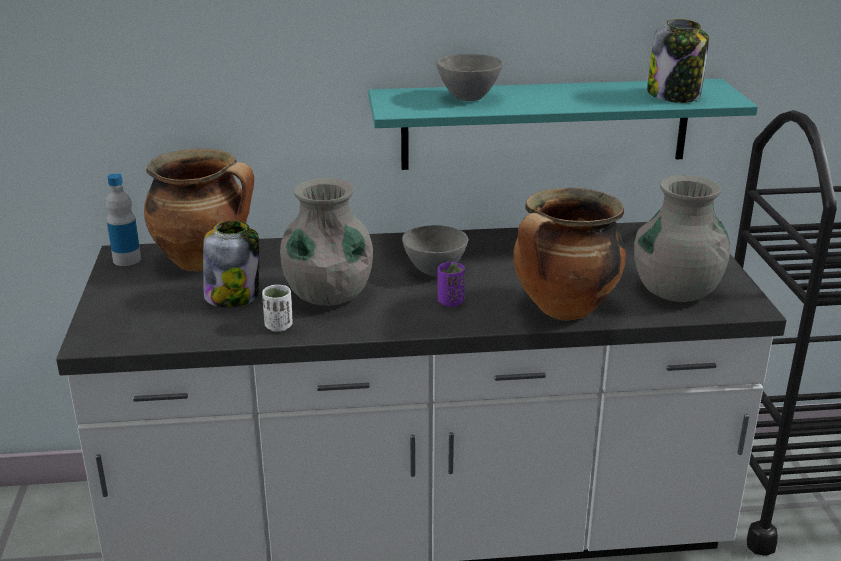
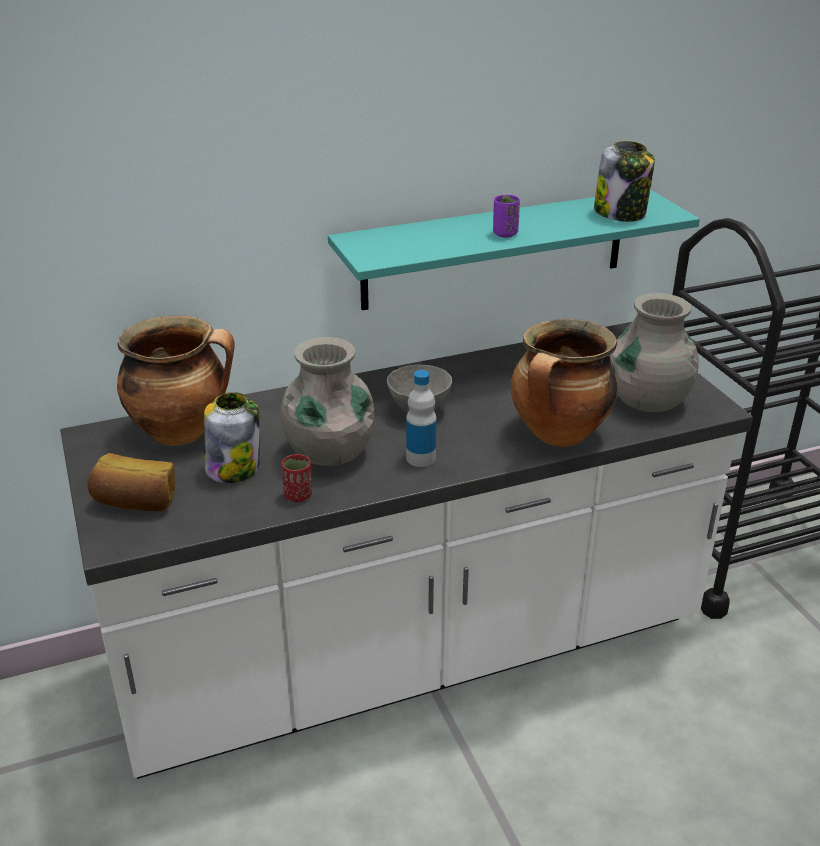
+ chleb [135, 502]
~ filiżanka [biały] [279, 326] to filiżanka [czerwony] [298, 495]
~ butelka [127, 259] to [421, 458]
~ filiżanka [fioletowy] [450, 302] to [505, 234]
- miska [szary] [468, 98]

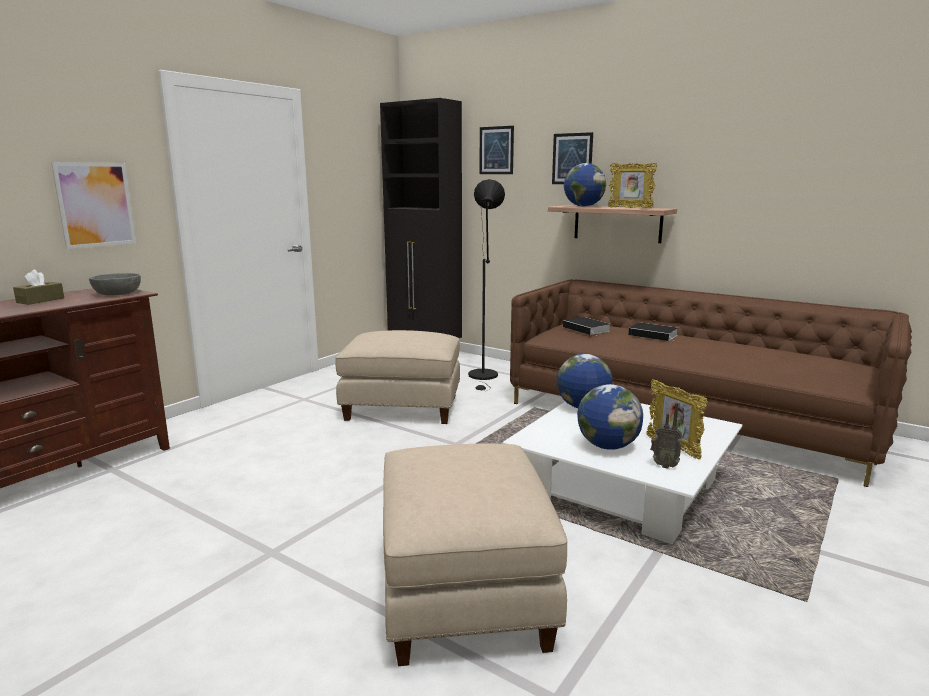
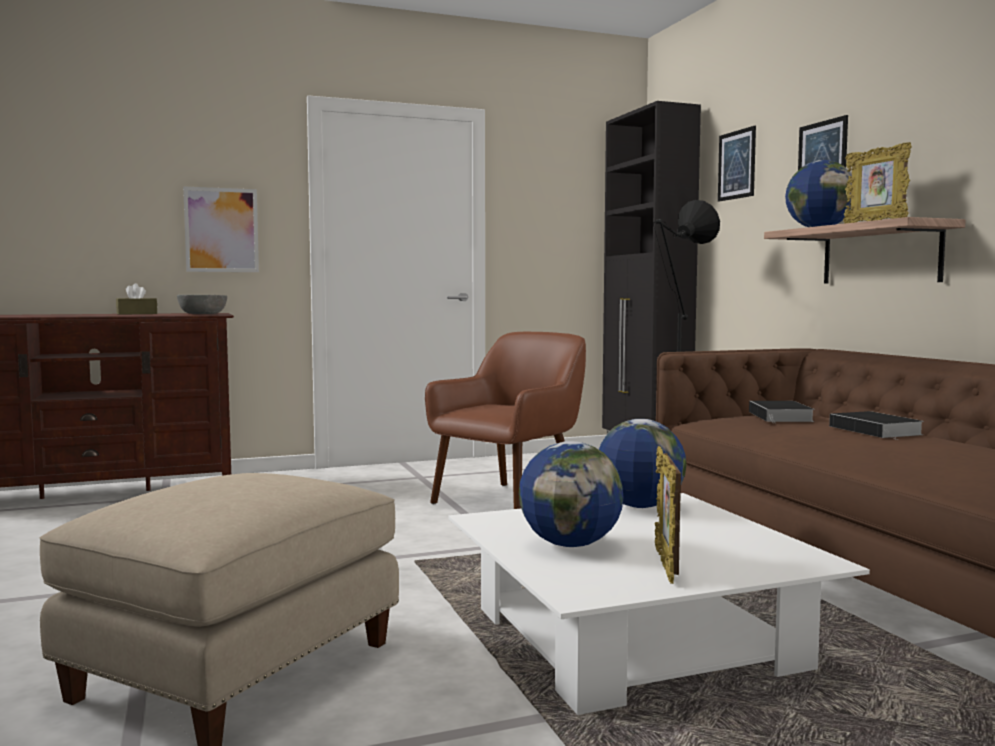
~ pufa [beżowy] [403, 407] to fotel [brązowy] [510, 501]
- radio [664, 465]

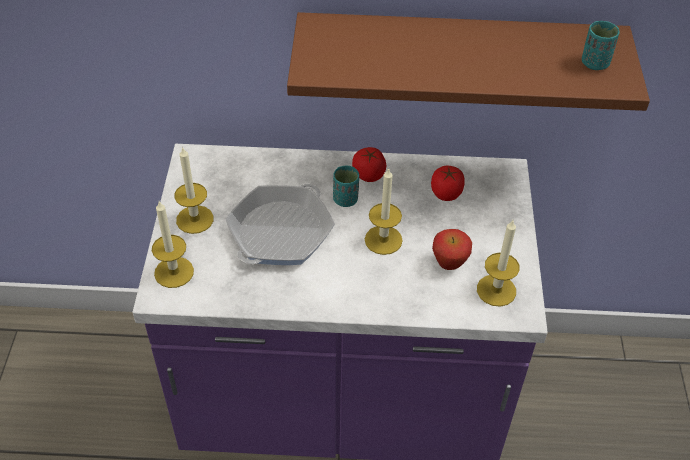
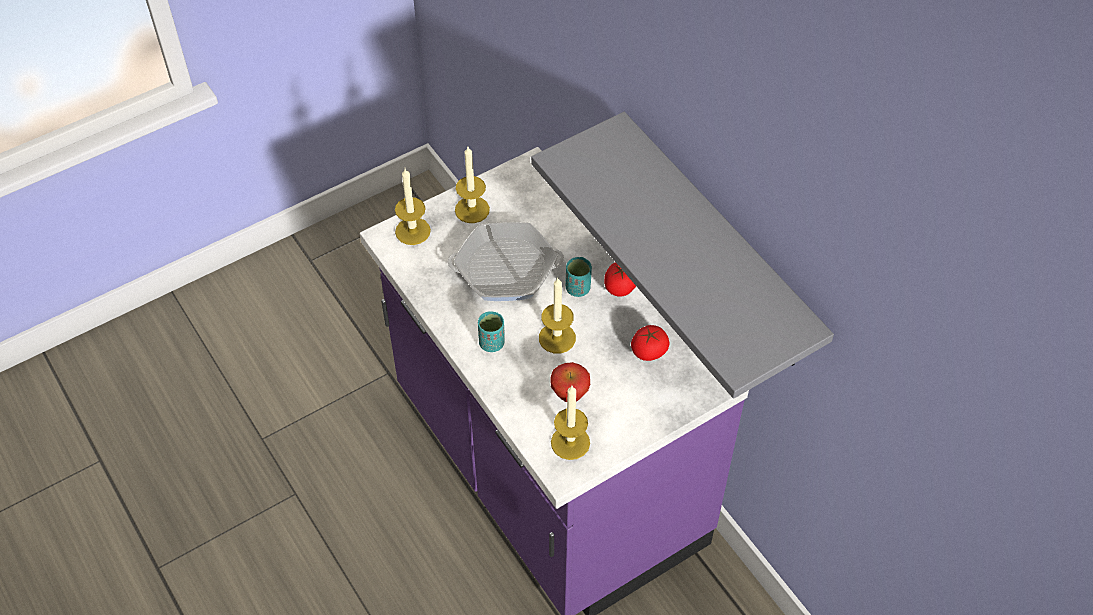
~ filiżanka [turkusowy] [595, 63] to [492, 343]
~ półka [brązowy] [457, 56] to półka [szary] [718, 246]

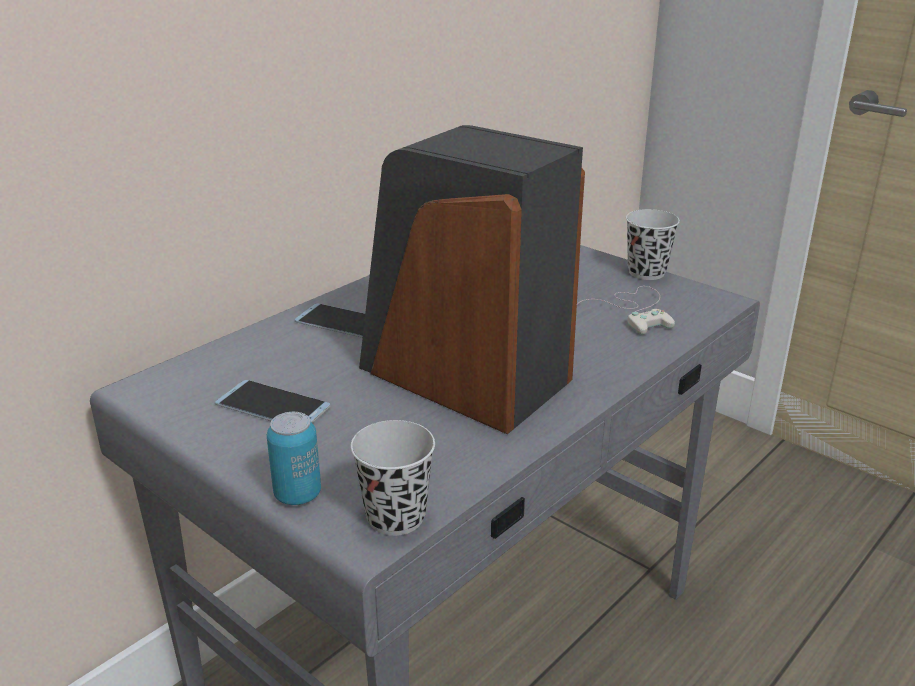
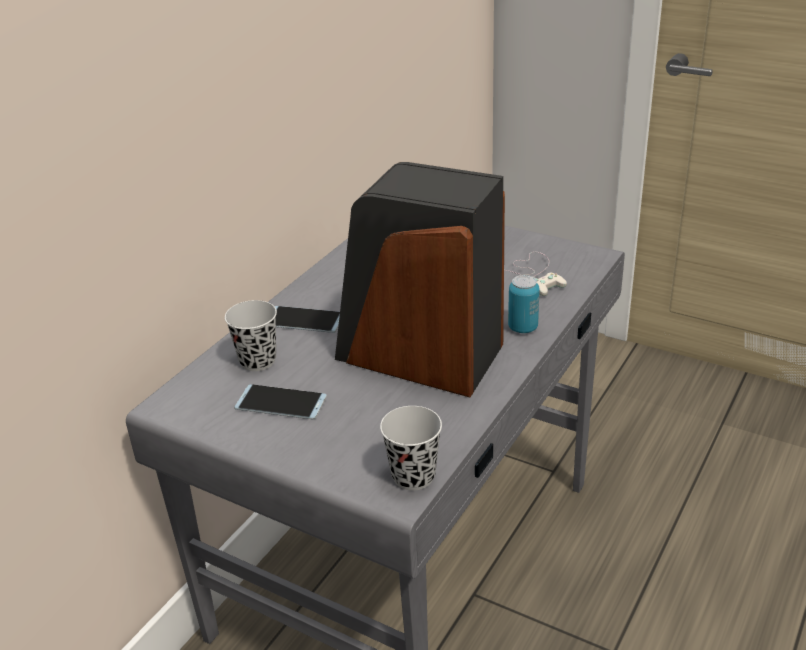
~ filiżanka [czarny] [646, 272] to [258, 361]
~ puszka [297, 495] to [523, 328]

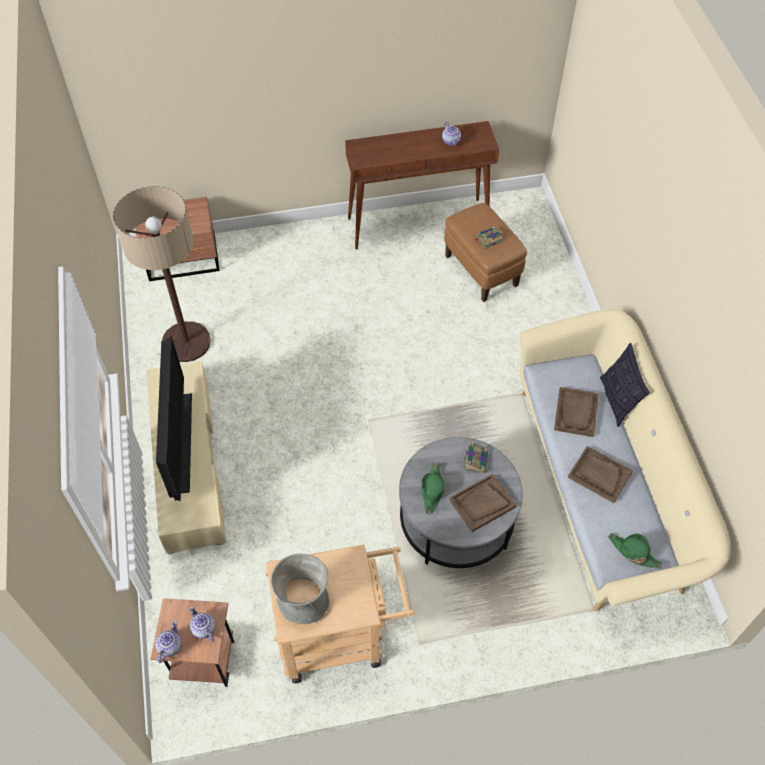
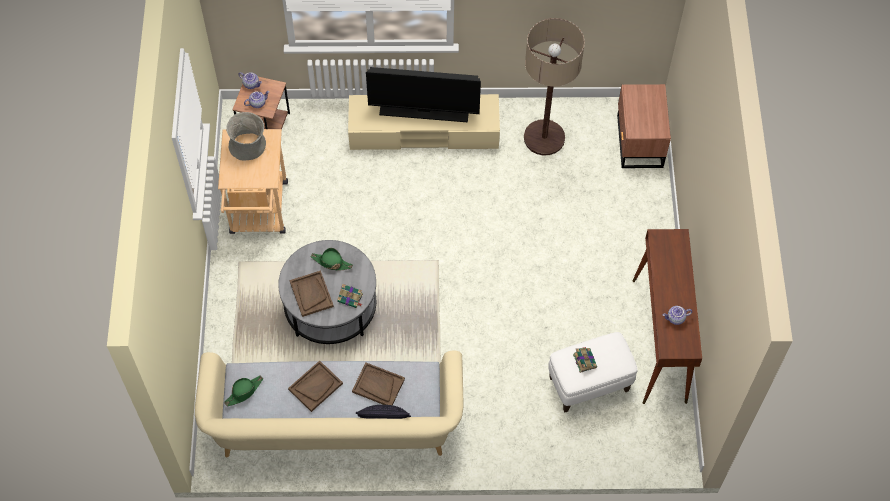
~ pufa [brązowy] [481, 270] to pufa [biały] [589, 384]

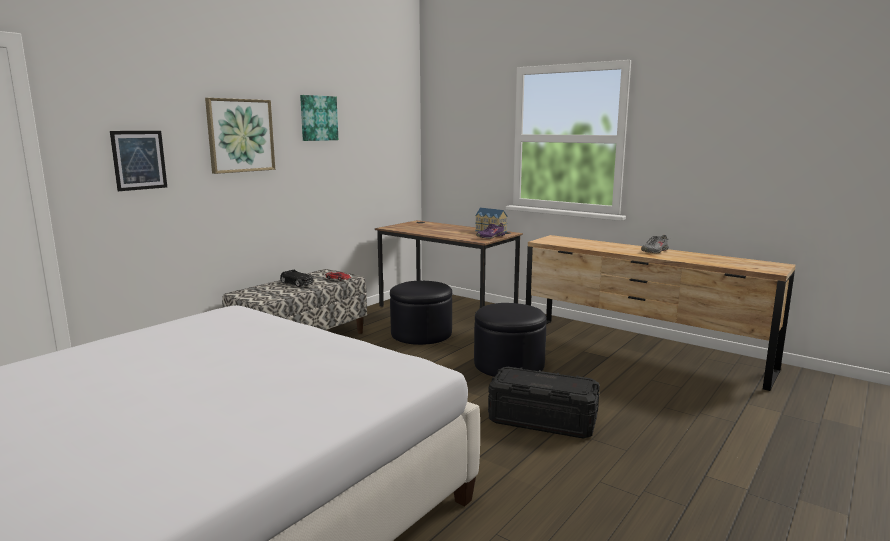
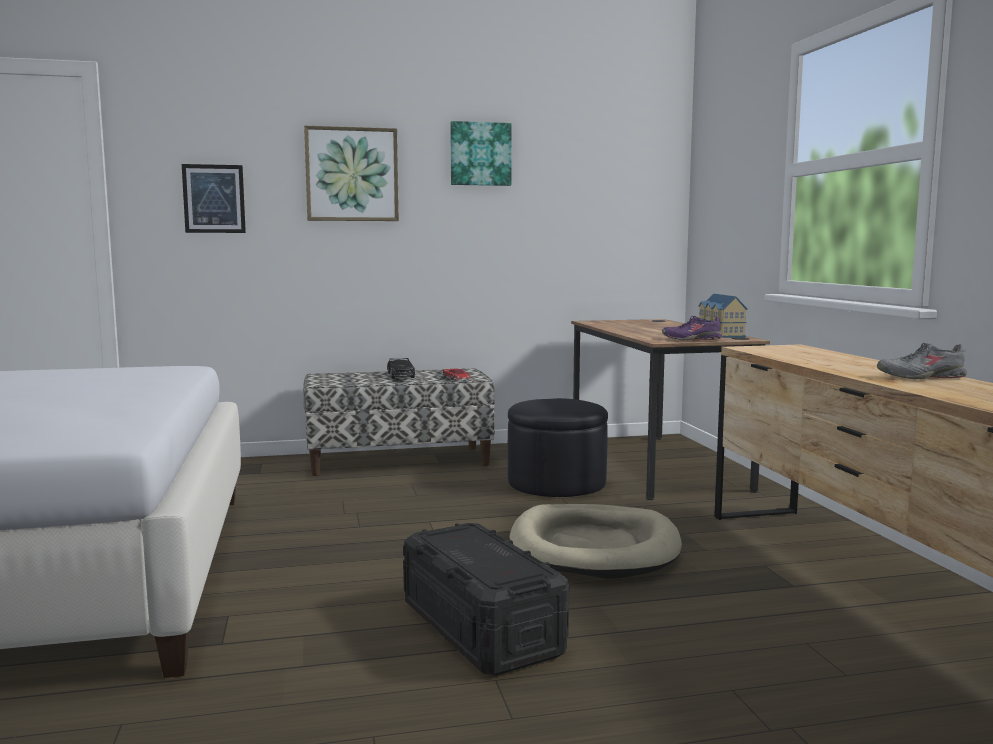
~ pufa [czarny] [509, 364] to legowisko [beżowy] [594, 547]

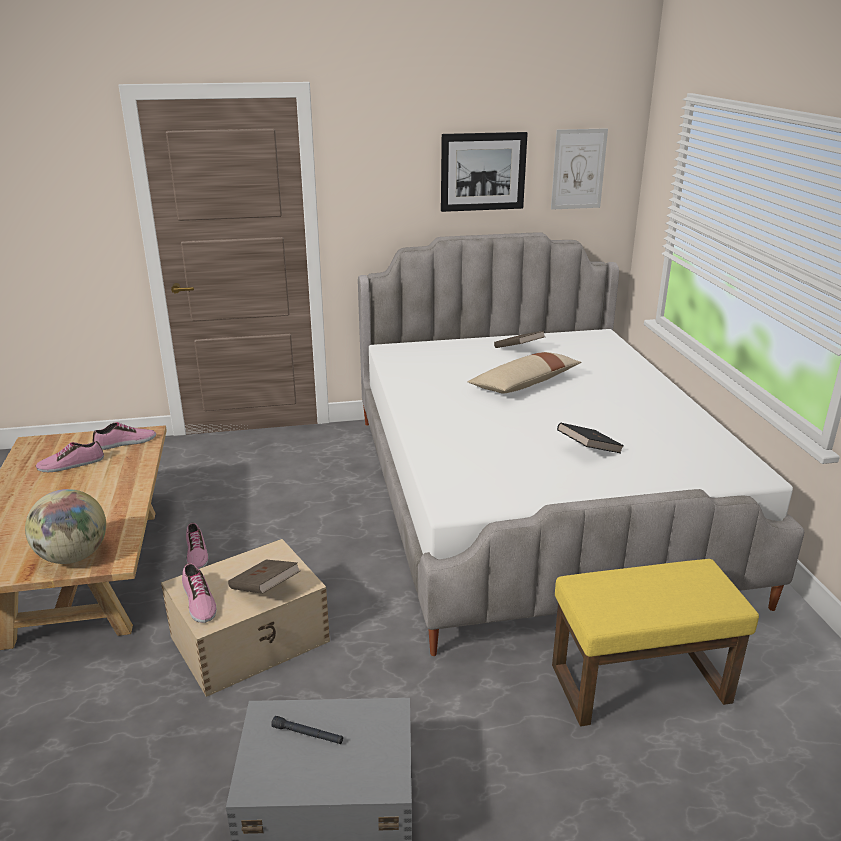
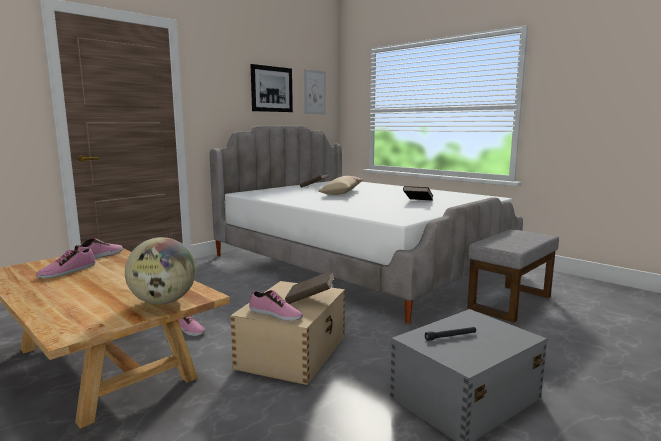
~ pufa [żółty] [641, 682] to pufa [szary] [509, 302]

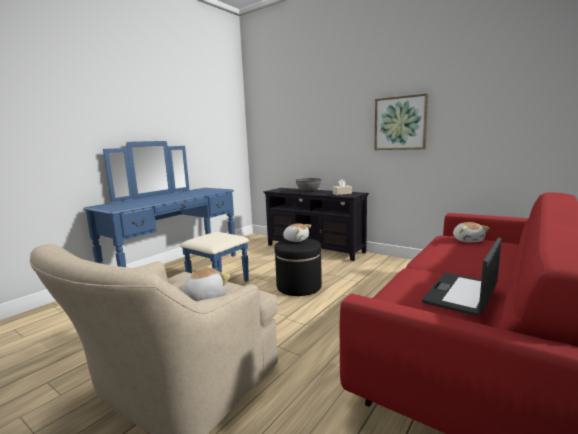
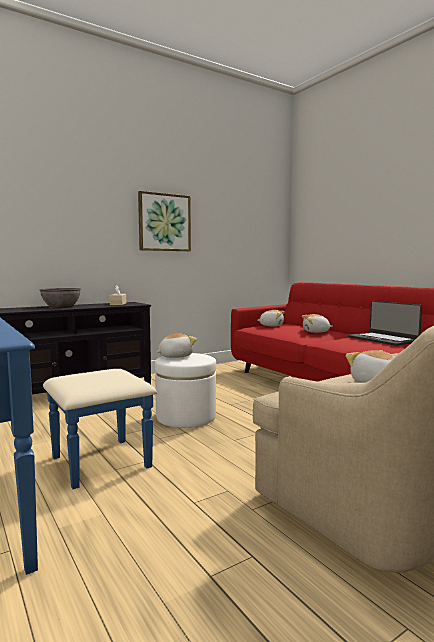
~ pufa [czarny] [299, 286] to pufa [biały] [186, 417]
+ pluszak [316, 332]

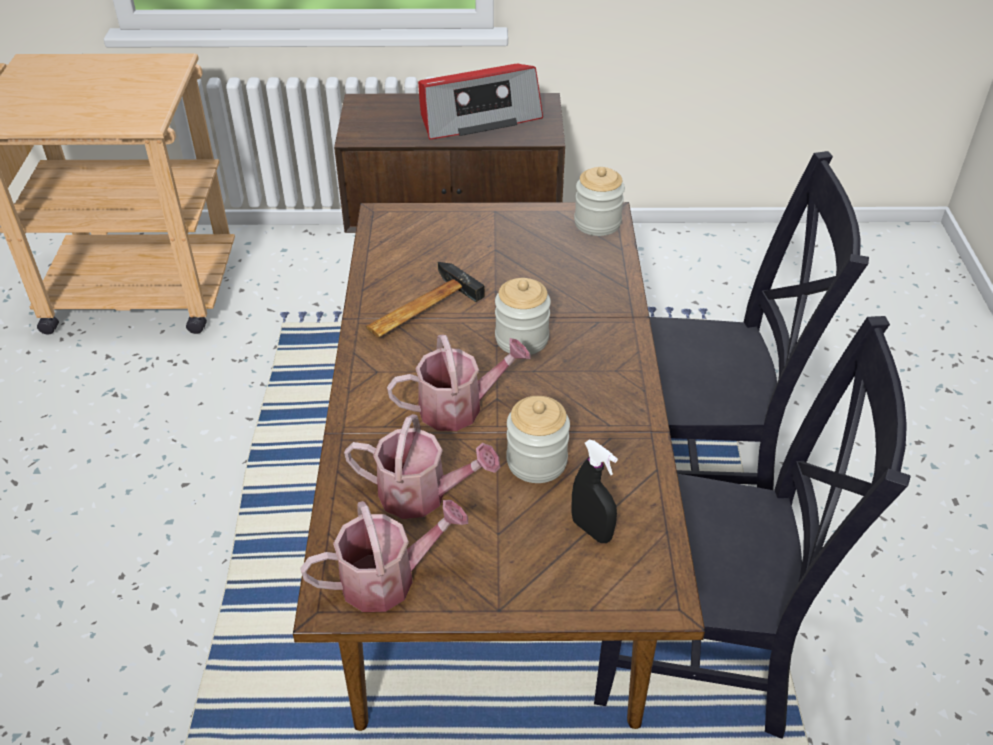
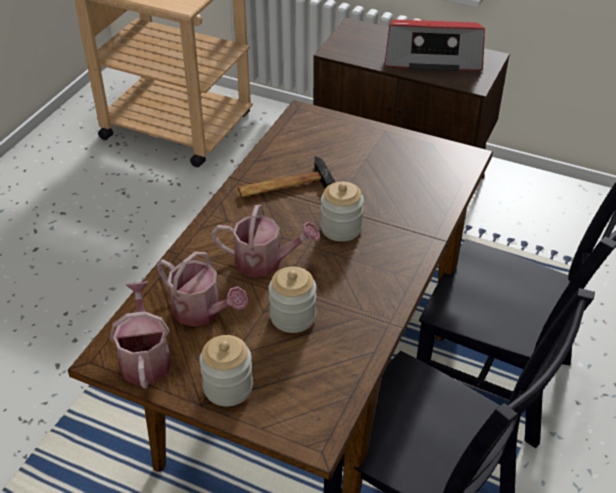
~ konewka [388, 579] = [145, 358] 105 degrees counterclockwise
~ słoik [597, 223] to [228, 387]
- spryskiwacz [czarny] [591, 530]

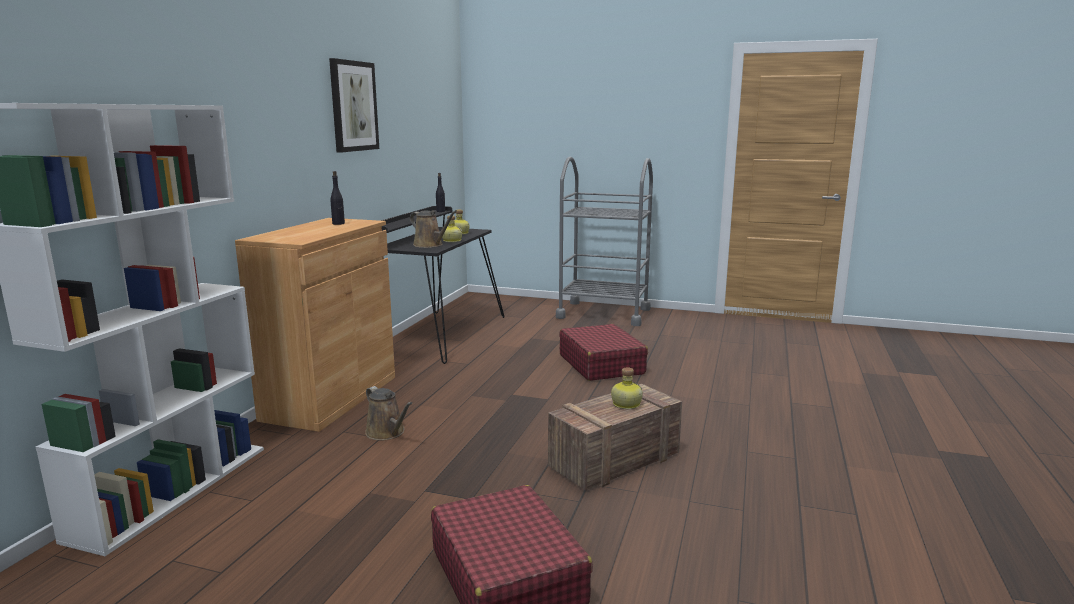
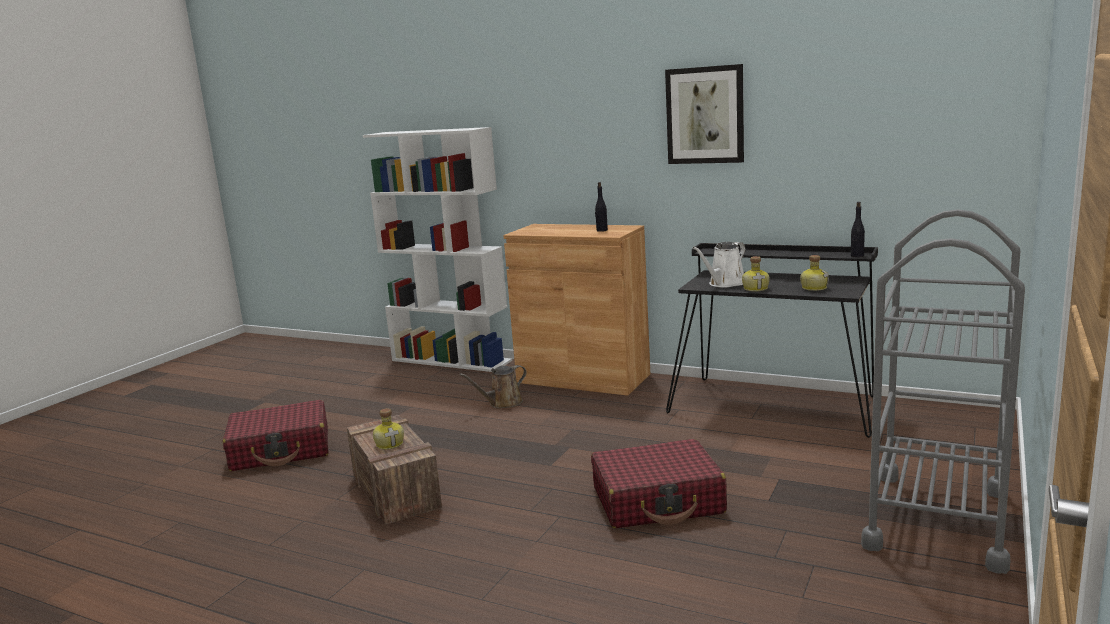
~ konewka [brązowy] [430, 245] to konewka [biały] [724, 284]

